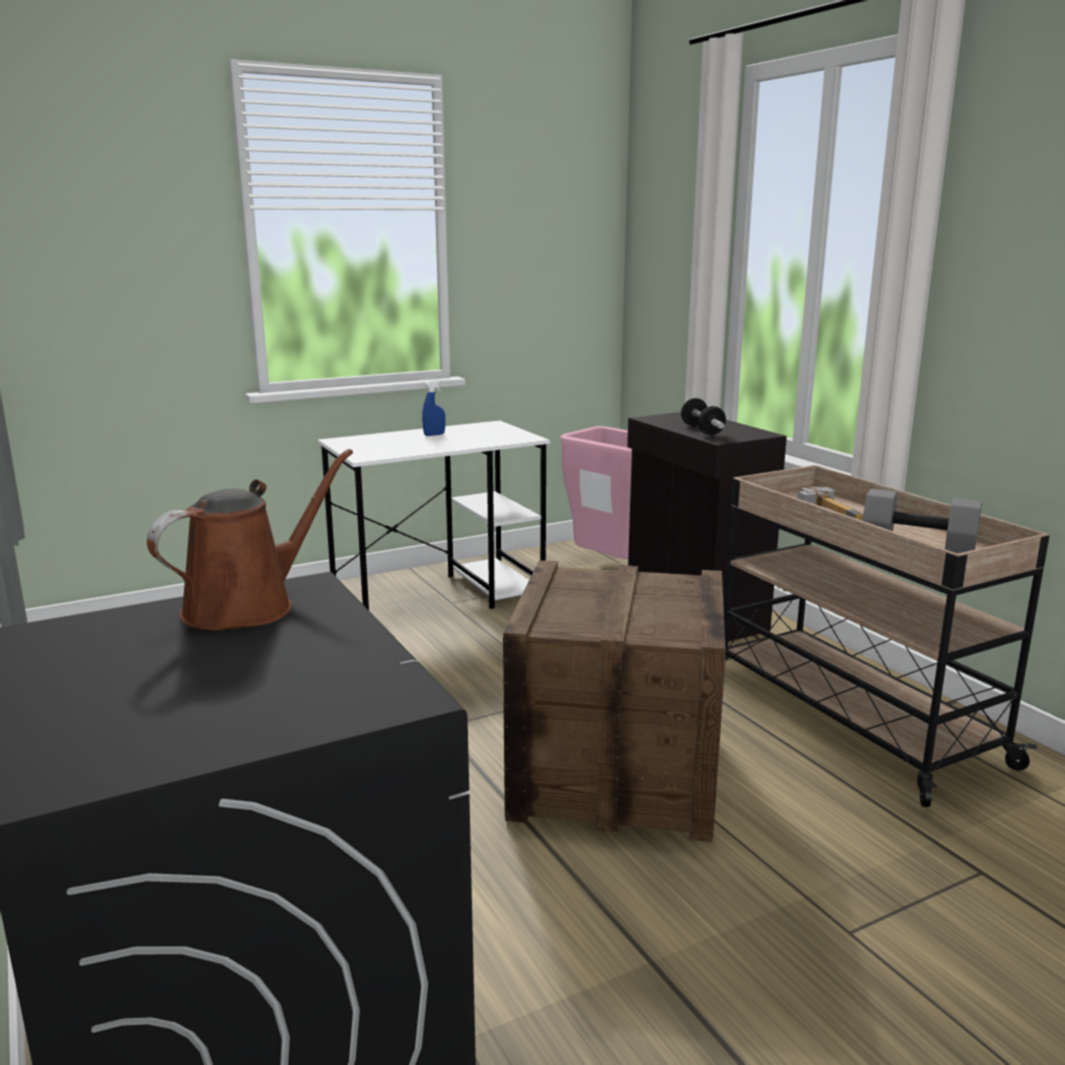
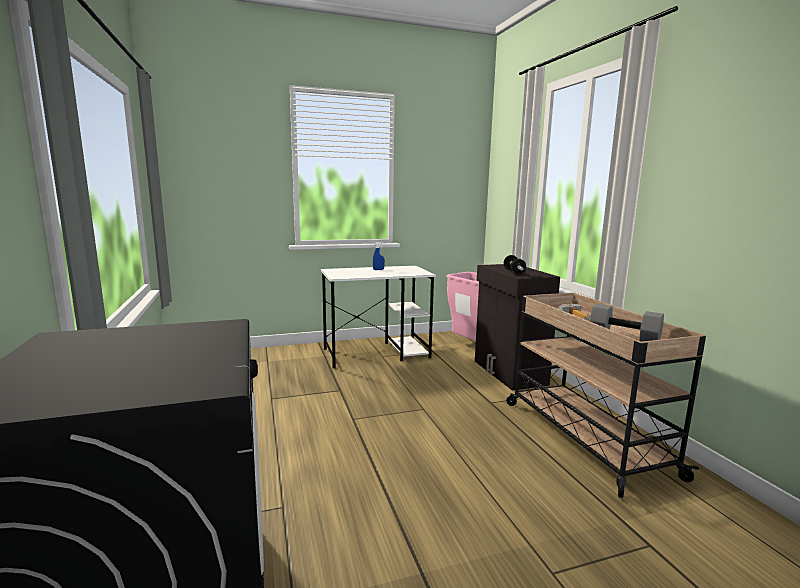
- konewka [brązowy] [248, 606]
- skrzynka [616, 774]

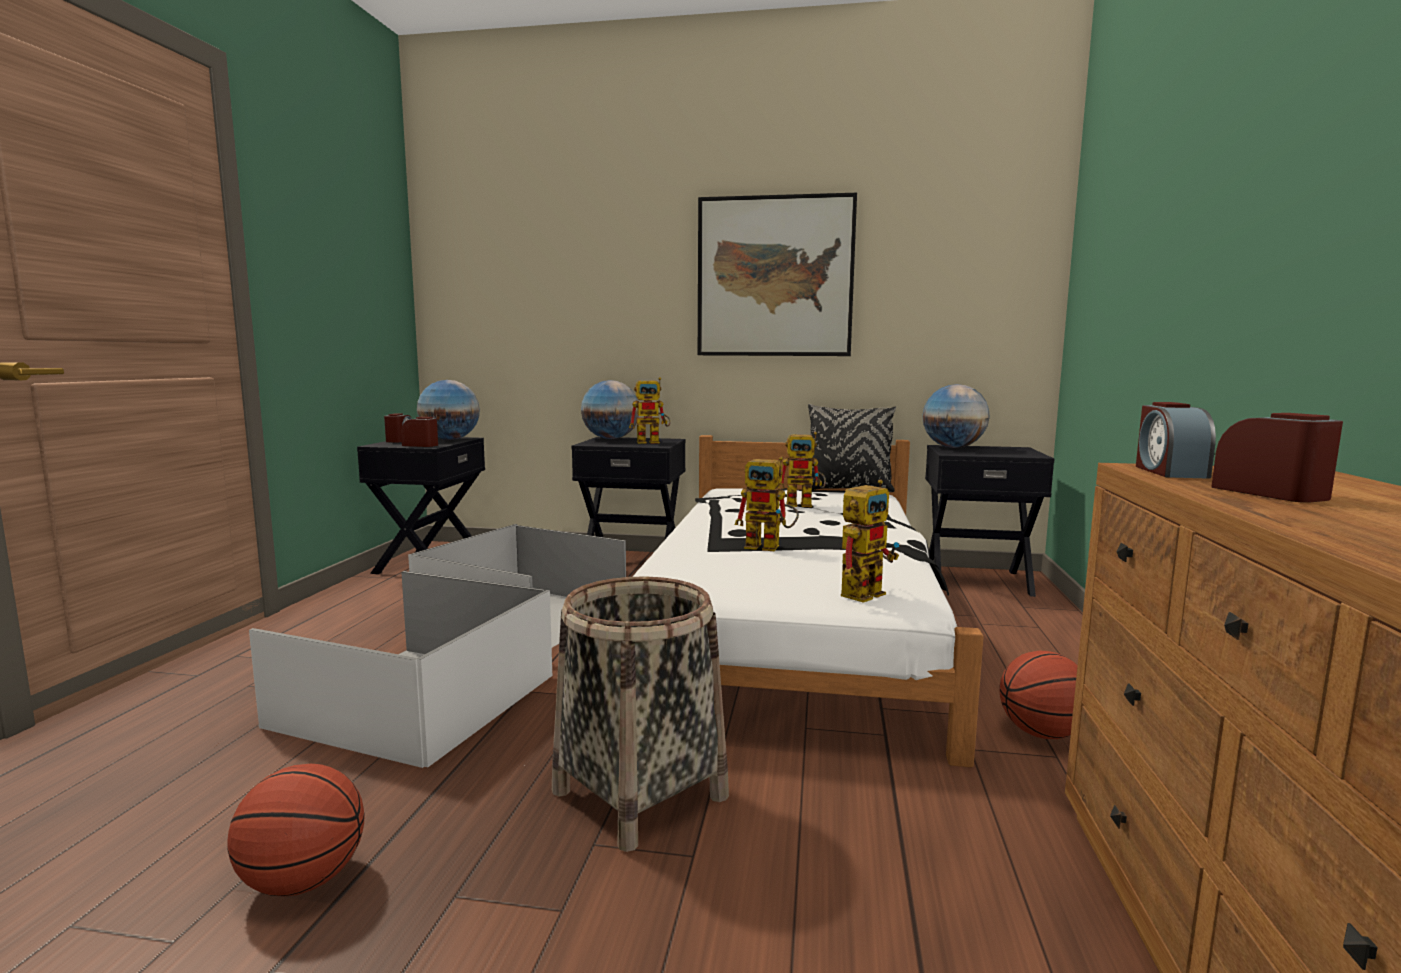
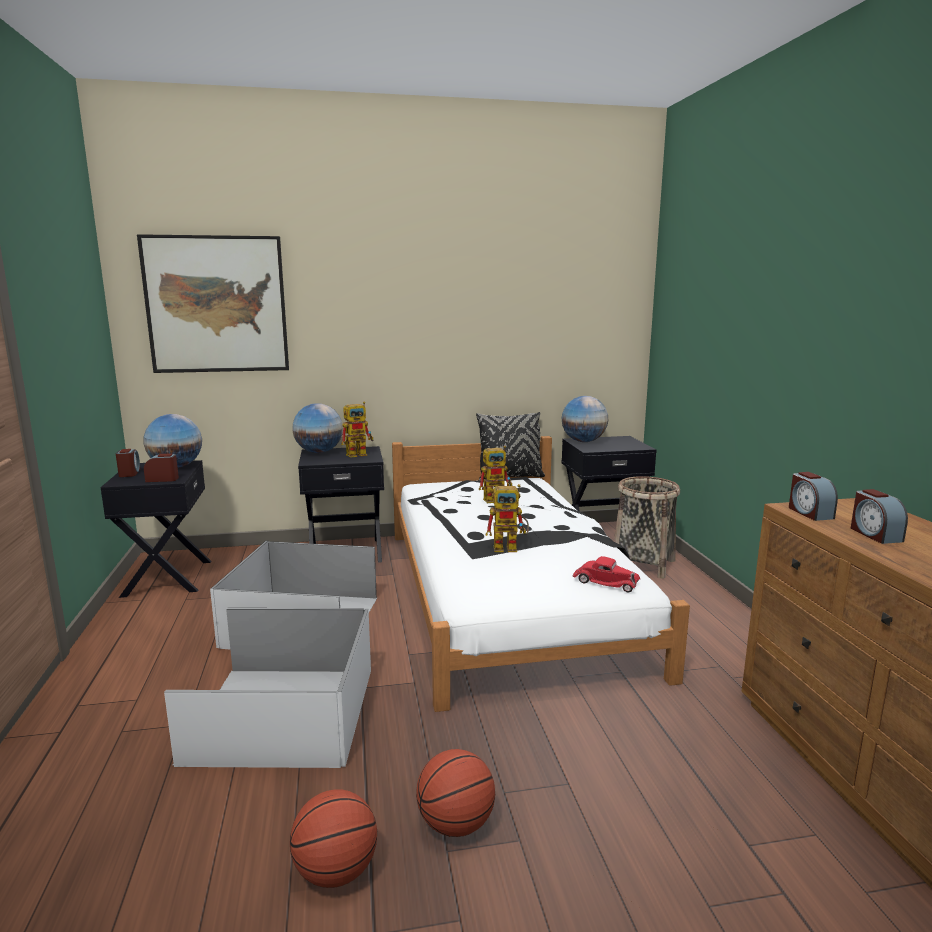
~ obraz [775, 277] to [217, 305]
~ piłka do koszykówki [1041, 733] to [456, 824]
~ robot zabawkowy [865, 591] to samochodzik [czerwony] [605, 582]
~ koszyk [640, 794] to [643, 564]
~ budzik [1271, 493] = [874, 534] 150 degrees counterclockwise

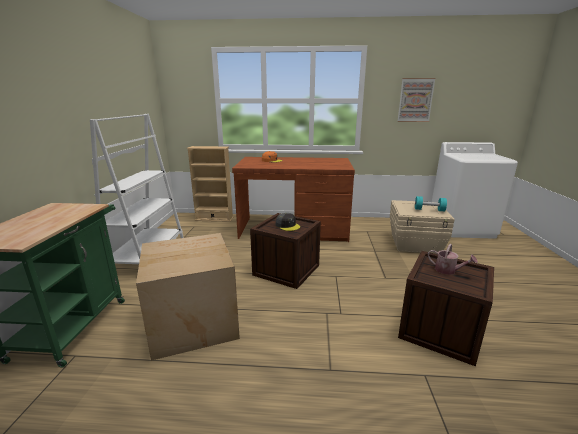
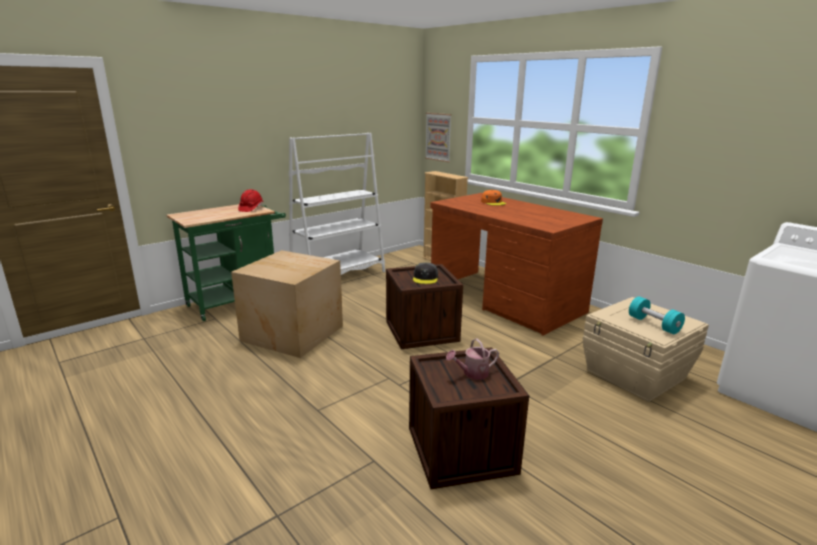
+ kask [czerwony] [251, 208]
~ obraz [415, 100] to [438, 137]
~ konewka [448, 270] = [472, 373] 75 degrees clockwise

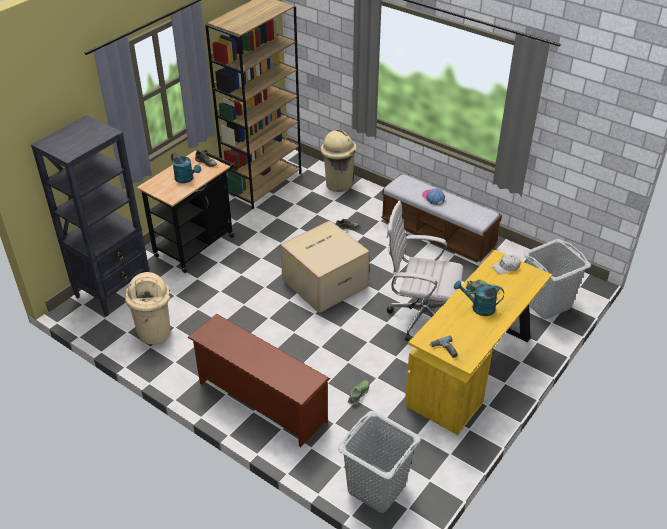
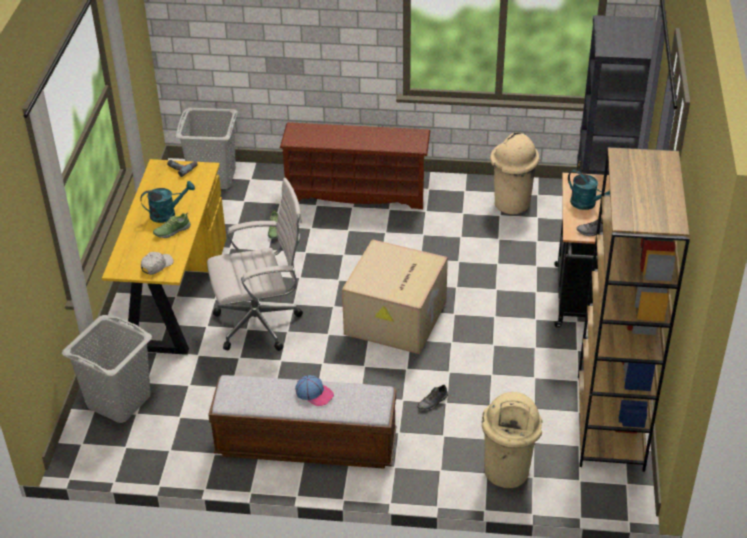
~ konewka [turkusowy] [186, 179] = [587, 204] 150 degrees counterclockwise

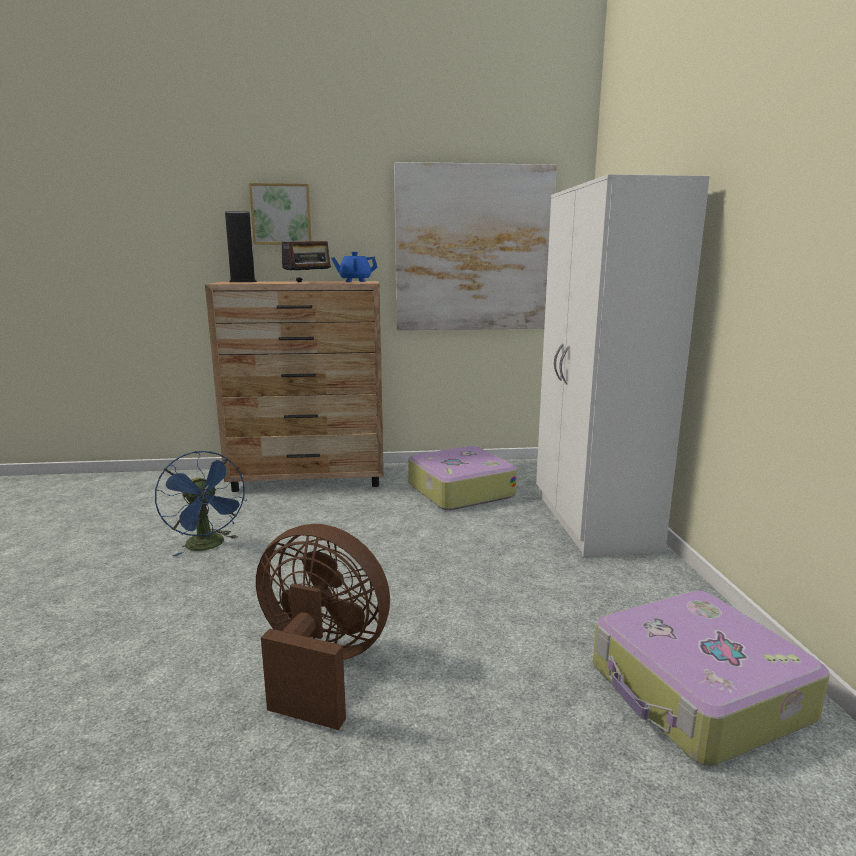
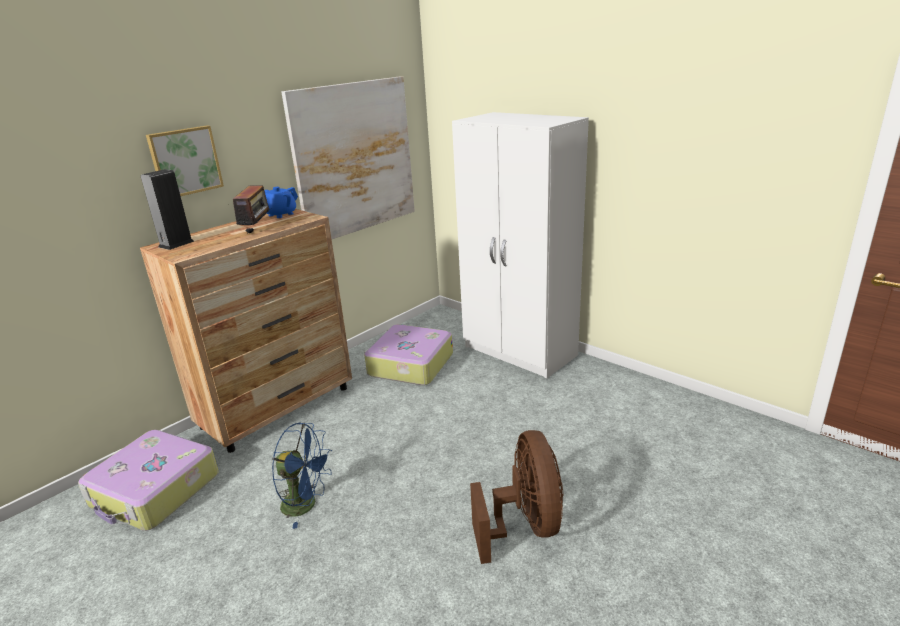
~ walizka [697, 693] to [155, 491]
~ wentylator [brązowy] [320, 667] = [525, 525] 105 degrees clockwise

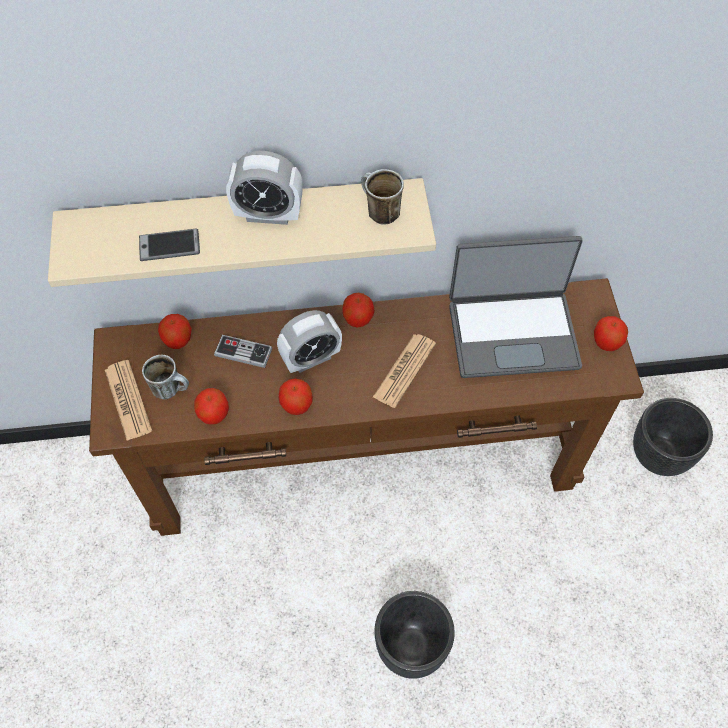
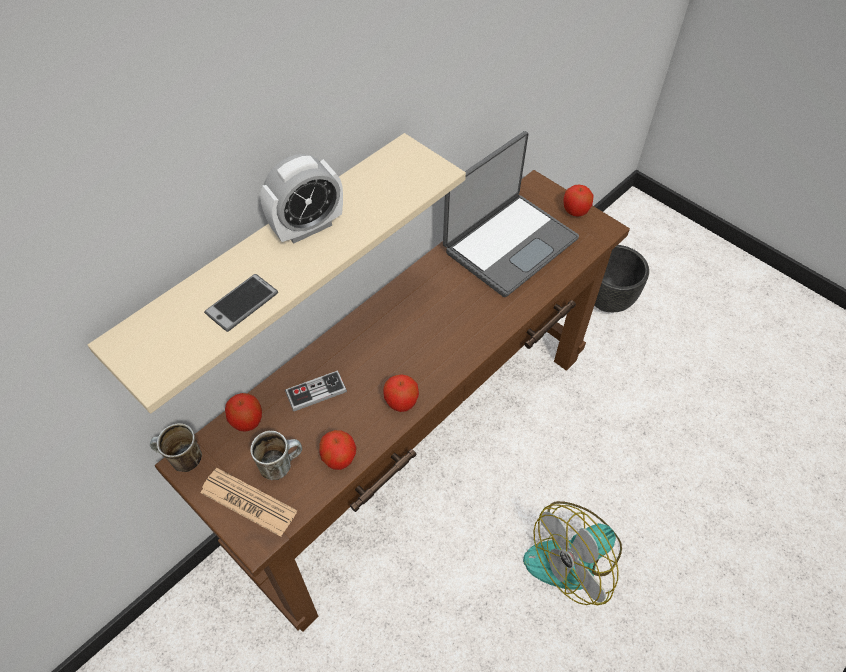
~ kubek [378, 212] to [181, 460]
~ donica [czarny] [411, 648] to wentylator [574, 556]
- budzik [311, 358]
- jabłko [358, 319]
- gazeta [404, 370]

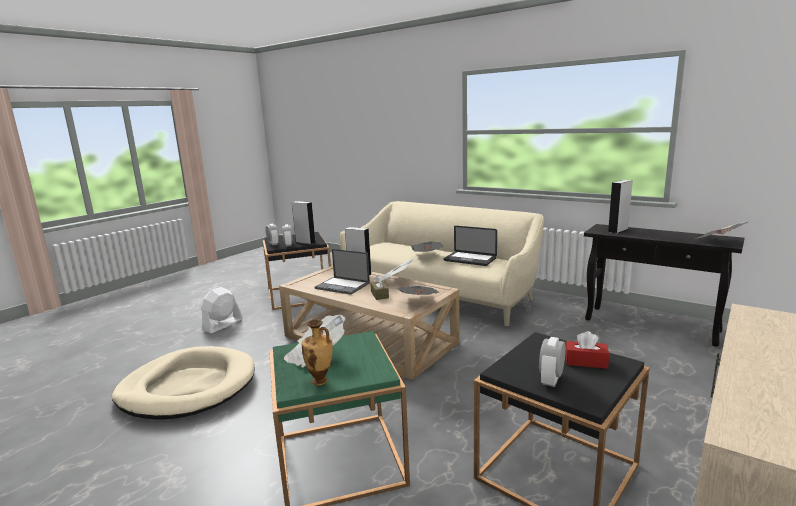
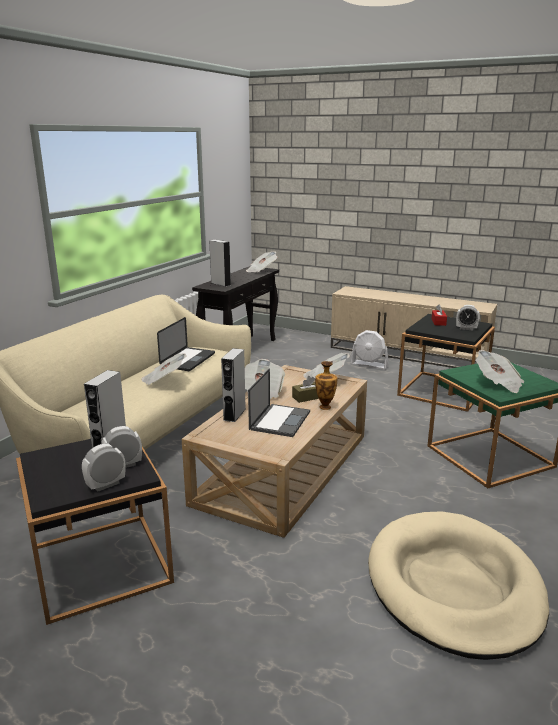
~ wazon [320, 381] to [325, 406]
~ wentylator [biały] [222, 325] to [369, 364]

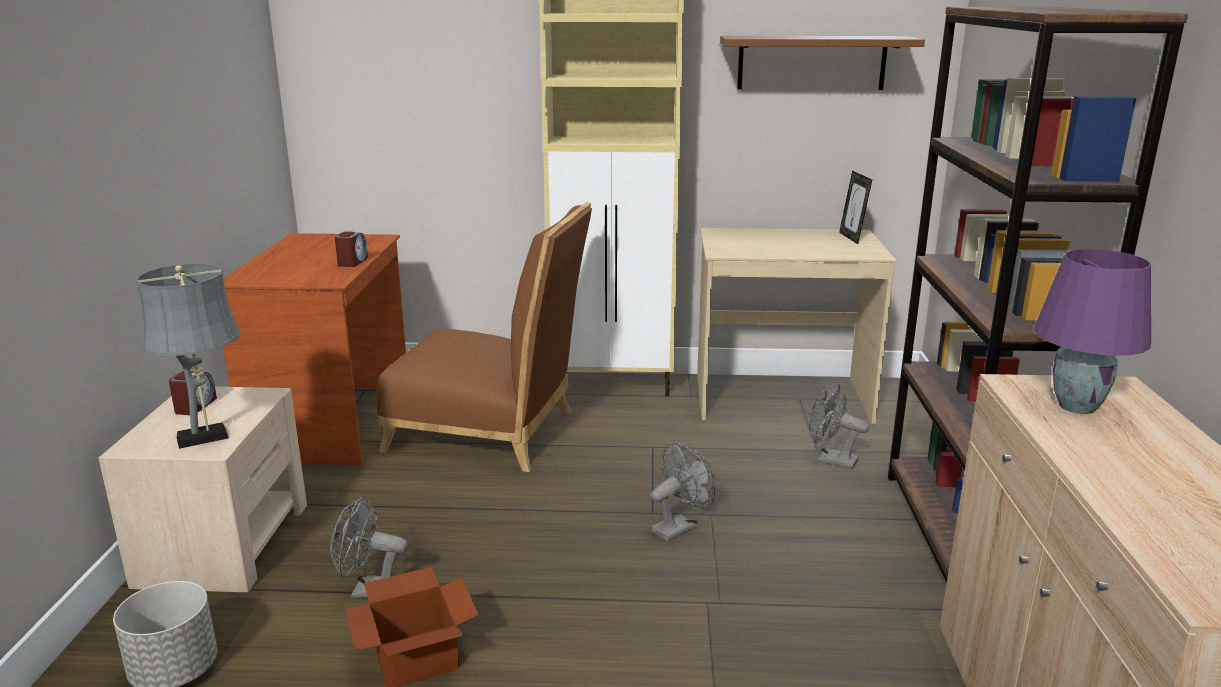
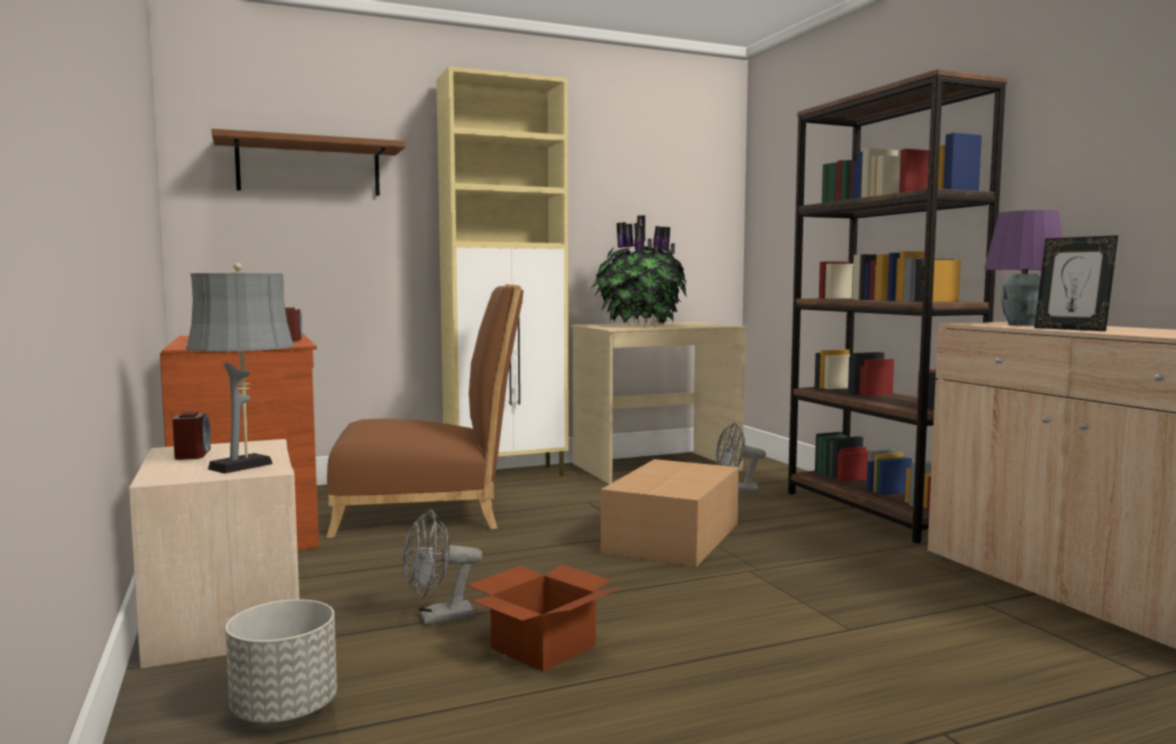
~ półka [brązowy] [811, 62] to [309, 168]
+ roślina doniczkowa [638, 326]
~ wentylator [szary] [679, 527] to karton [671, 538]
~ ramka na zdjęcie [852, 238] to [1071, 329]

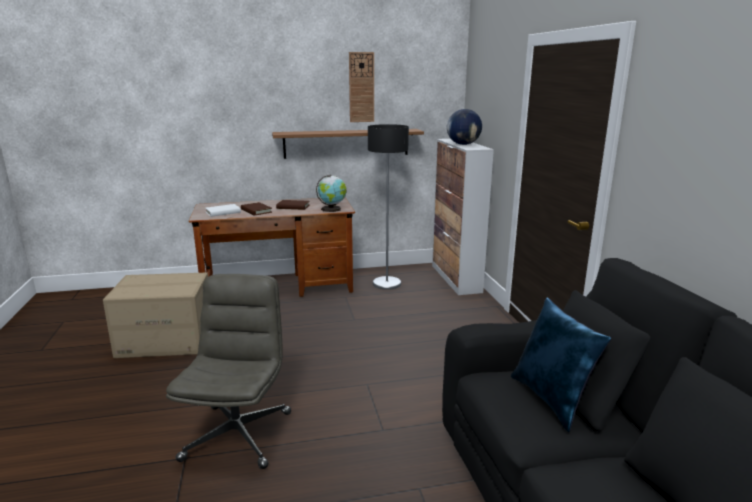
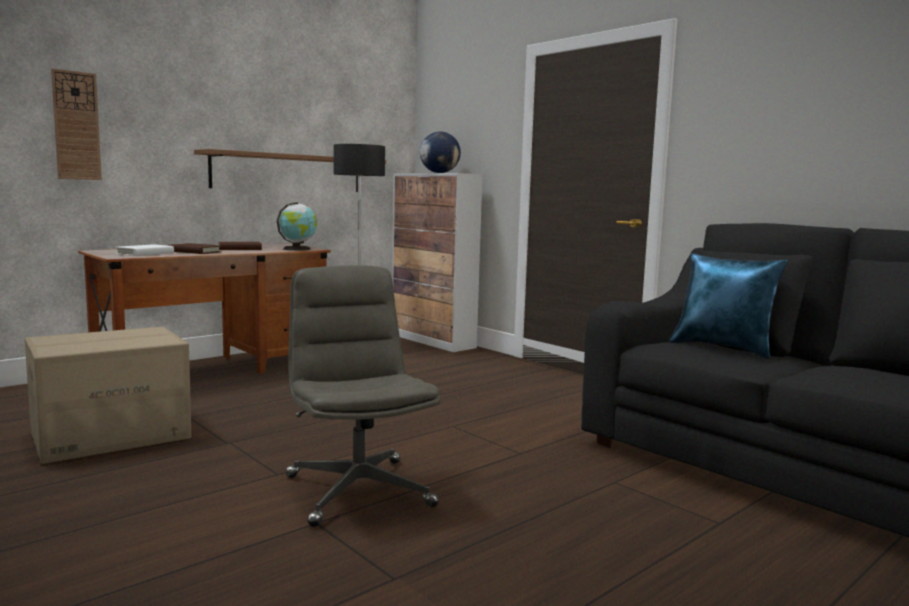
~ zegar ścienny [361, 87] to [76, 126]

